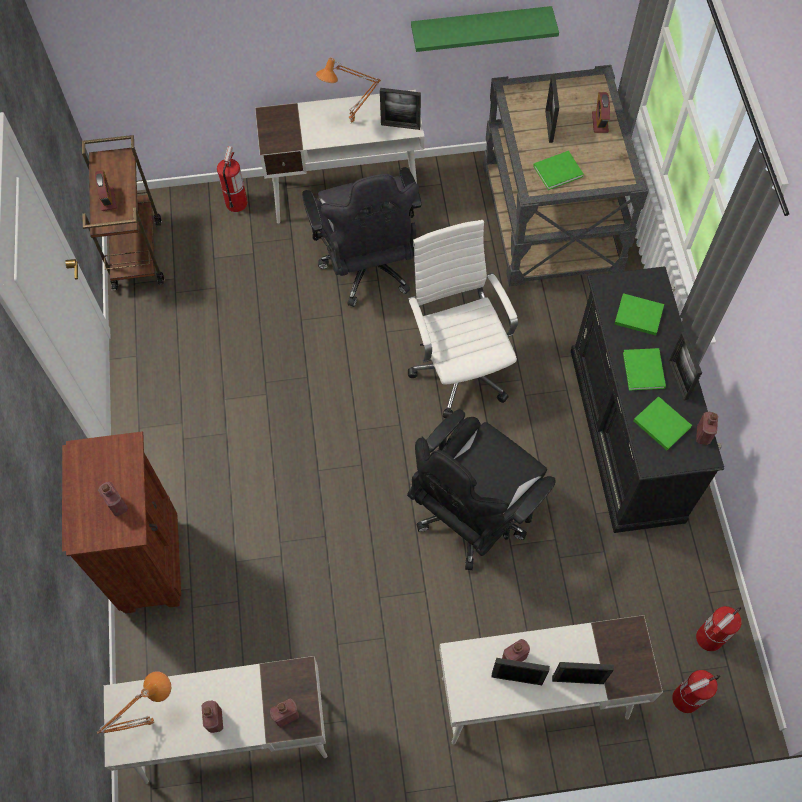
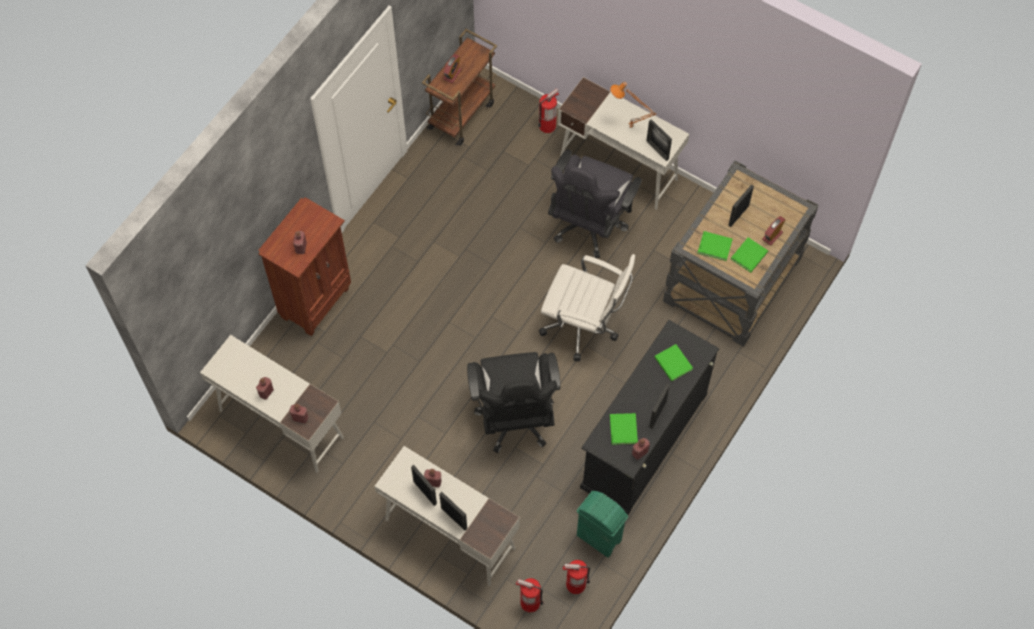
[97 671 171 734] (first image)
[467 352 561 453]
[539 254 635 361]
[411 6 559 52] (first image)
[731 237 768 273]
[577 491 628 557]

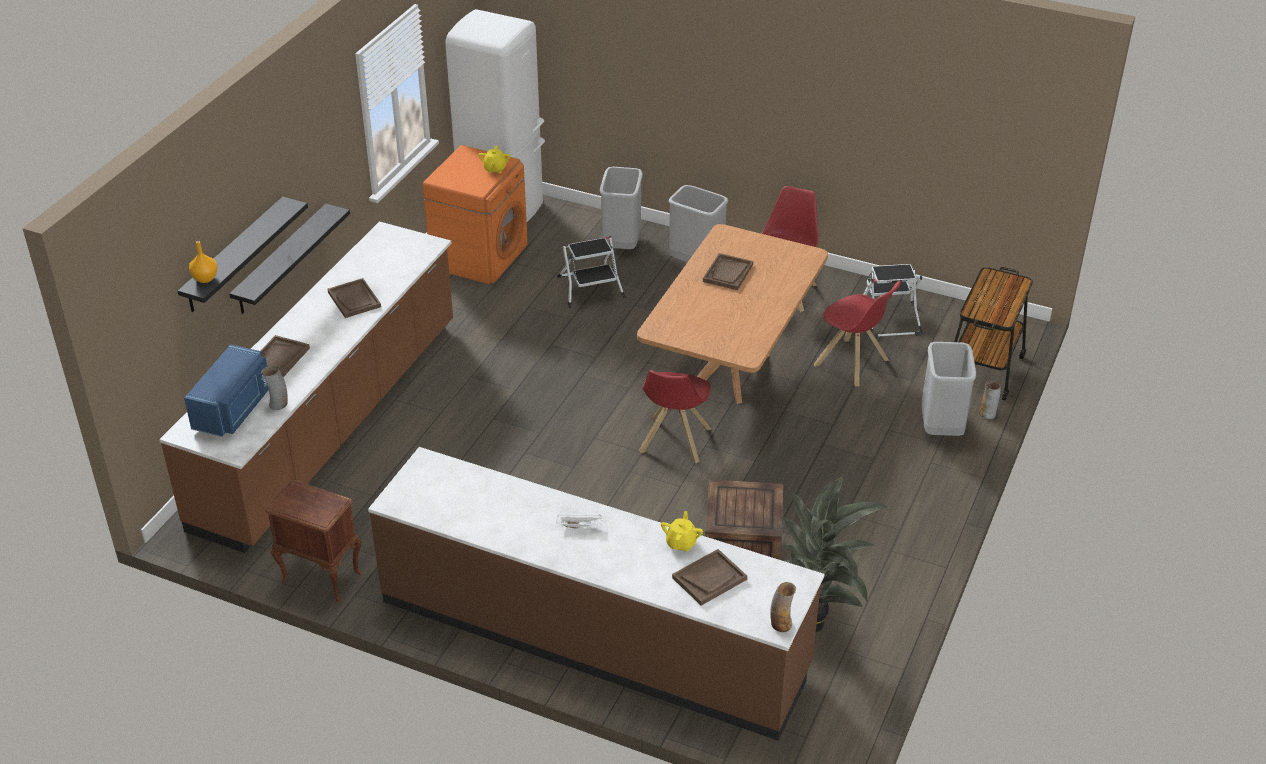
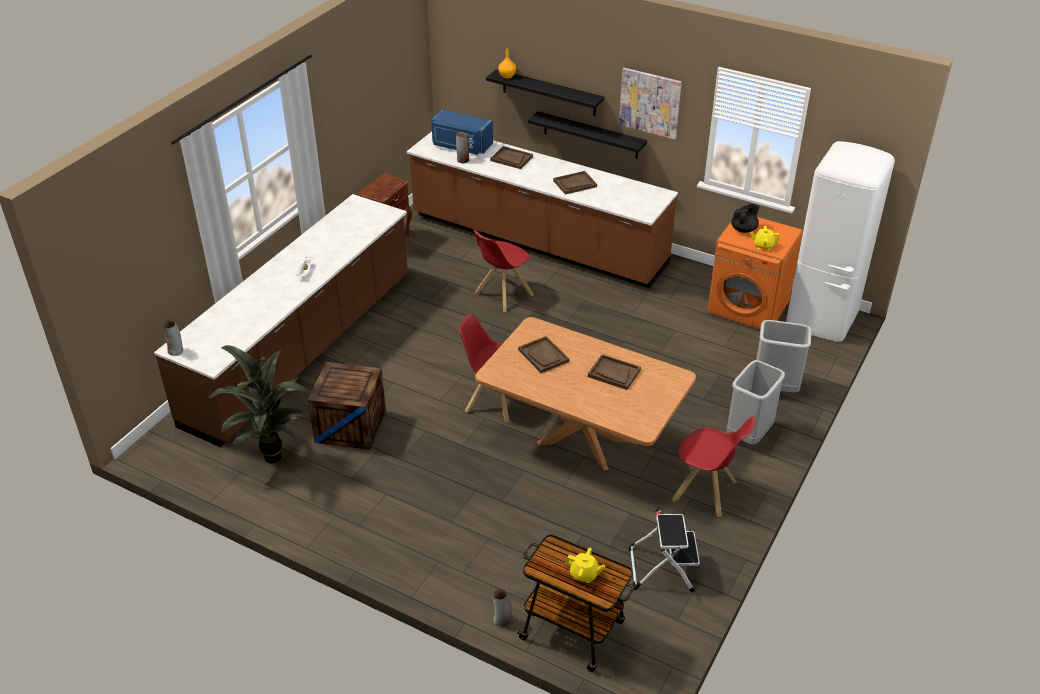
[557 236 625 309] (first image)
[565 548 605 583]
[518 336 569 373]
[474 230 534 312]
[921 342 976 436] (first image)
[619 68 682 139]
[731 204 759 233]

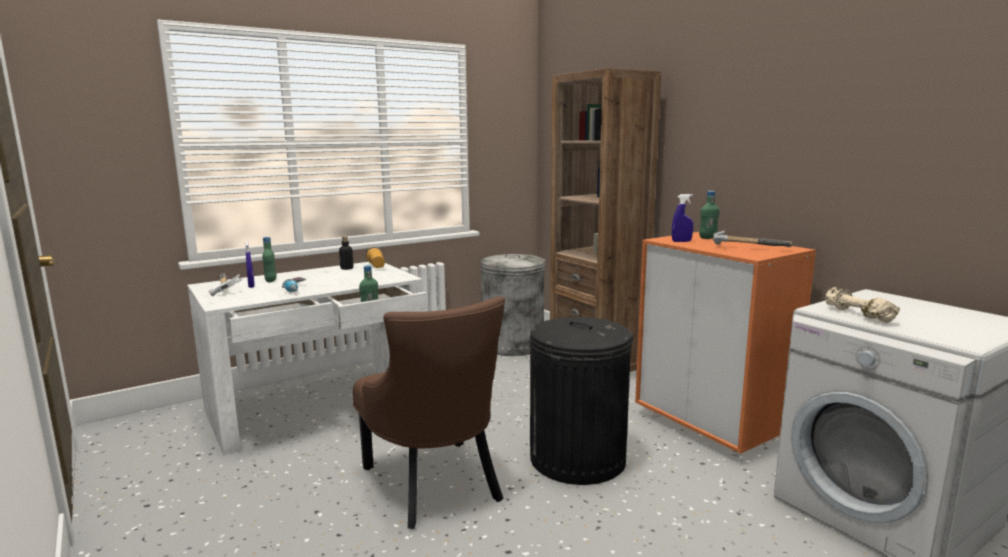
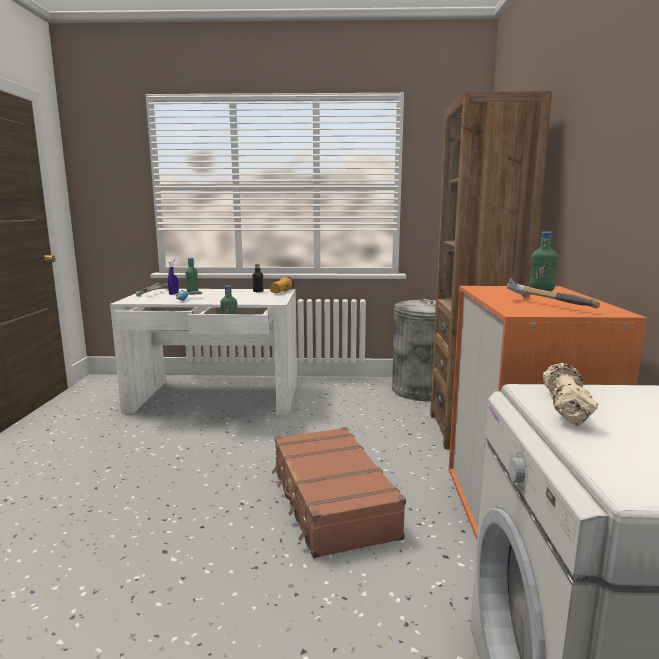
[353 296 505 529] (first image)
[272 427 406 558]
[672 194 693 242] (first image)

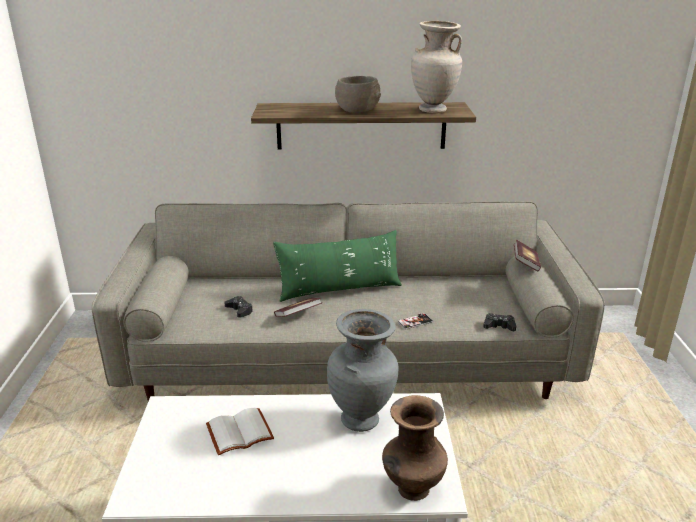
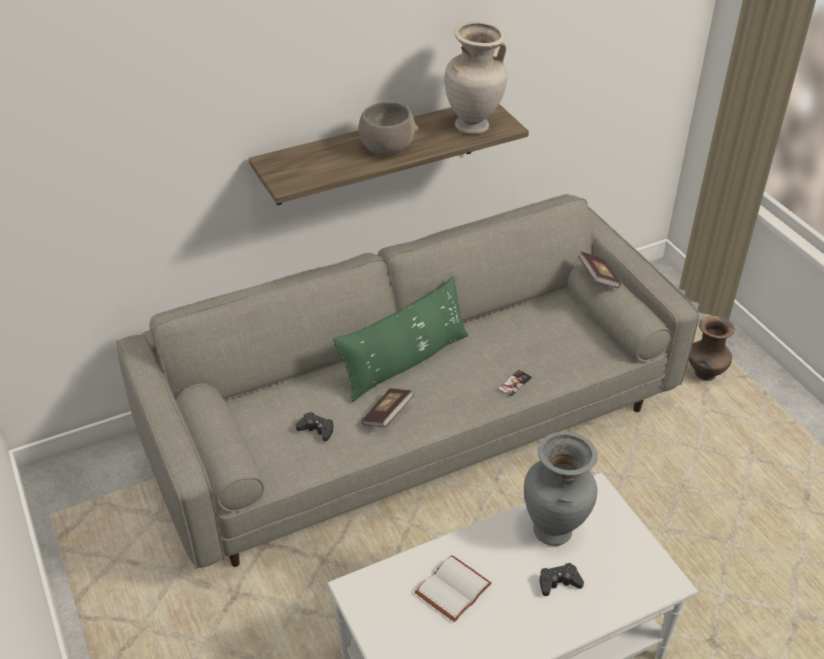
[689 316 735 381]
[540 563 584 596]

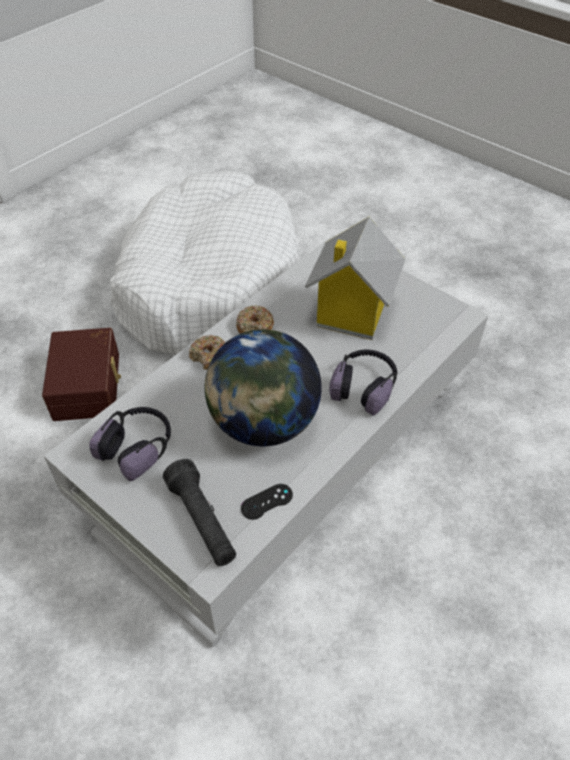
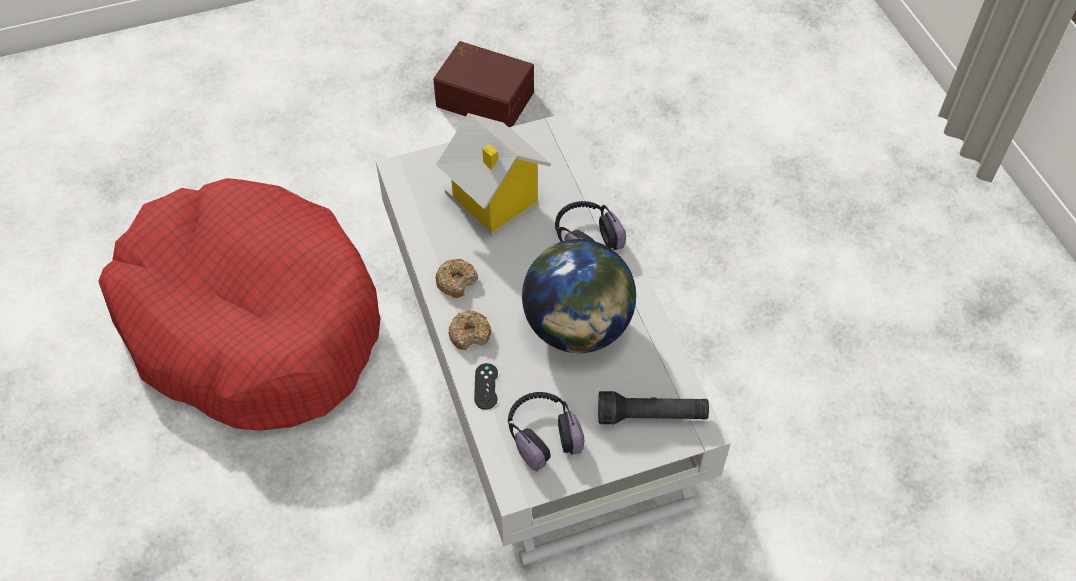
[433 41 534 127]
[98 178 380 430]
[474 363 498 410]

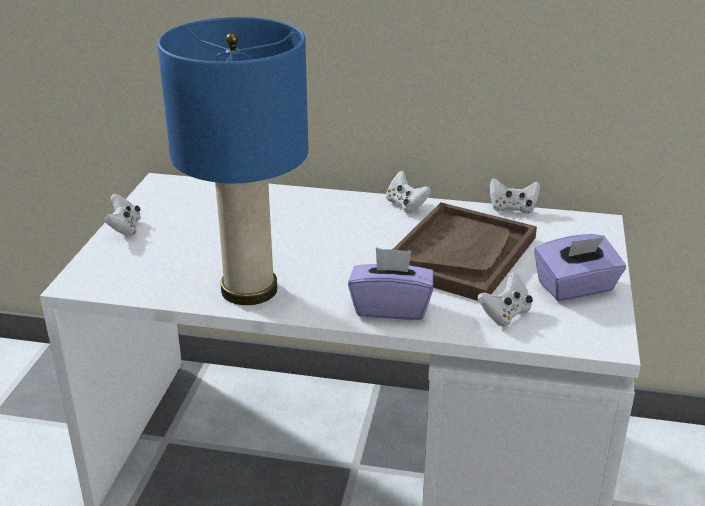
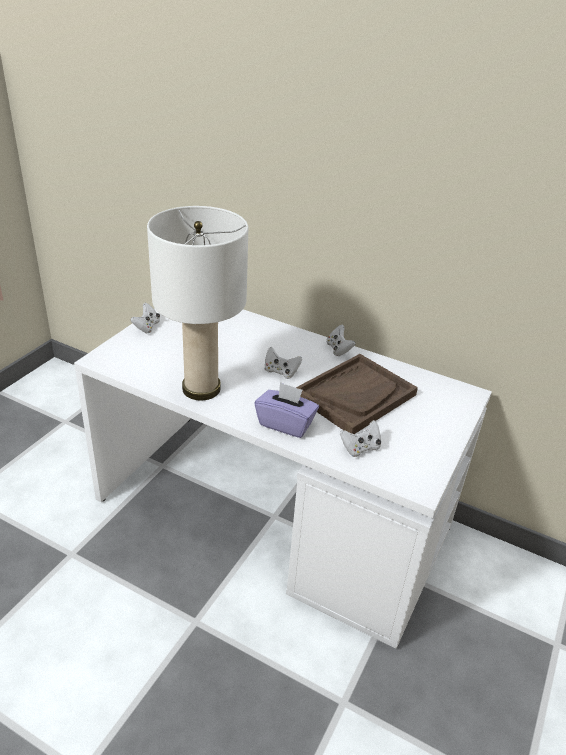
[147 206 248 400]
[264 347 302 379]
[534 234 626 301] (first image)

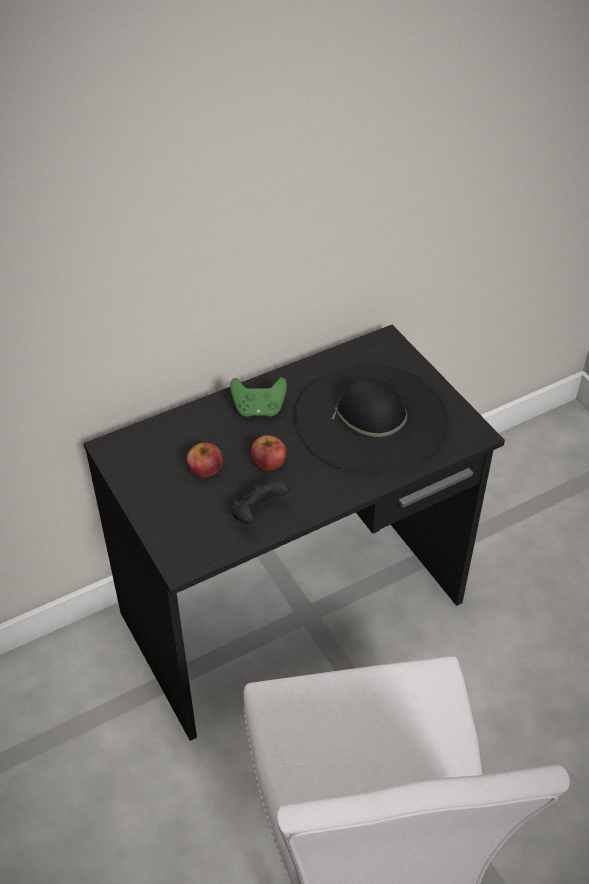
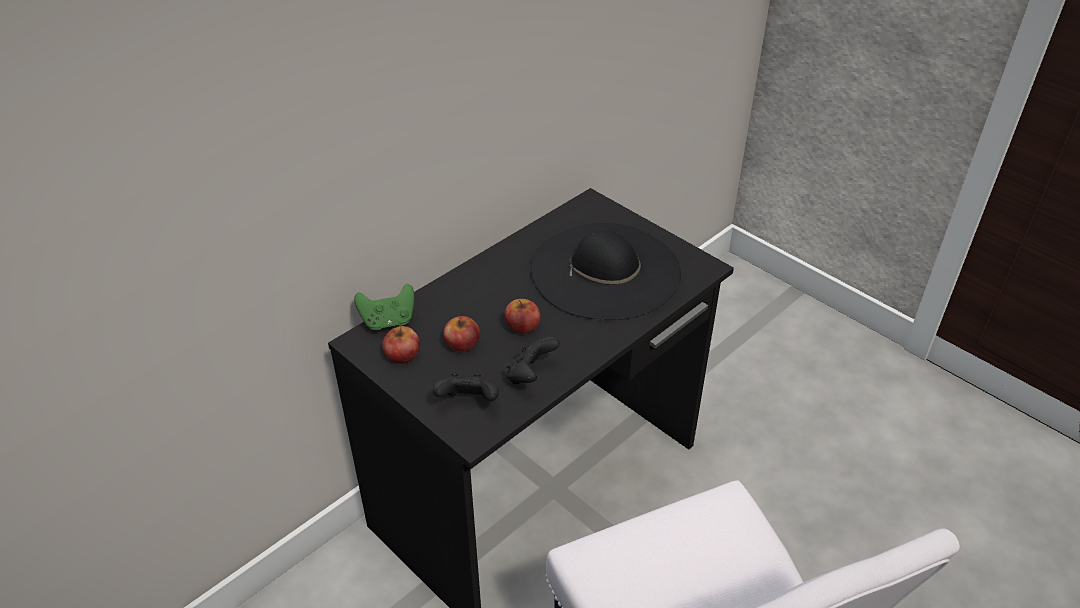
[354 284 414 330]
[382 326 420 363]
[433 373 499 401]

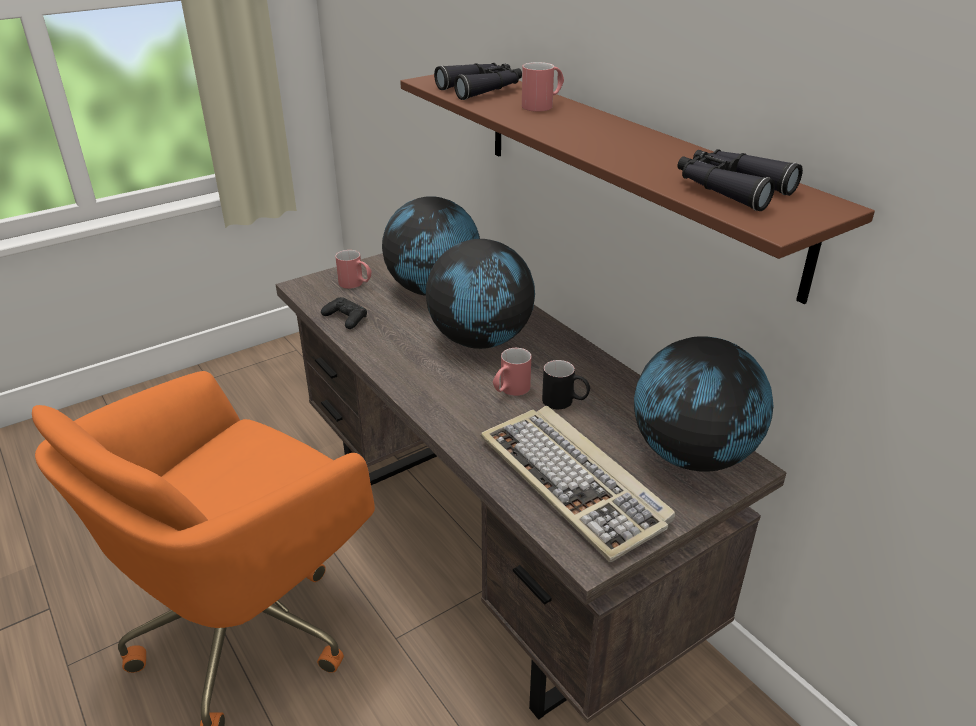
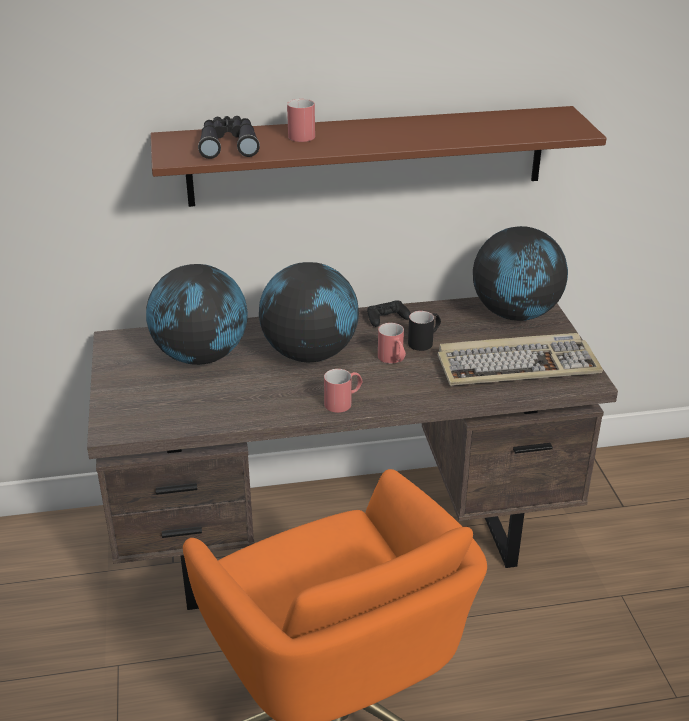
[367 300 411 327]
[324 369 363 413]
[678 149 803 211] (first image)

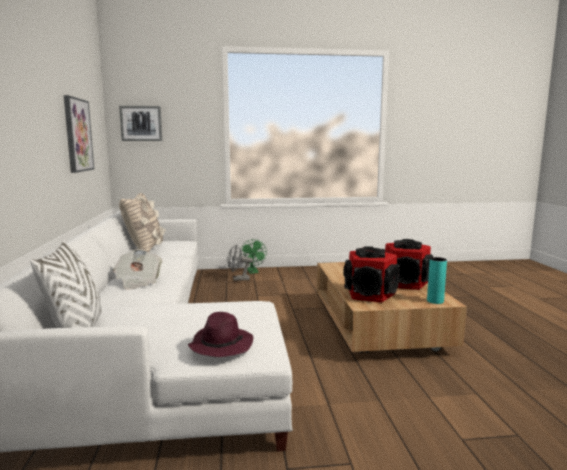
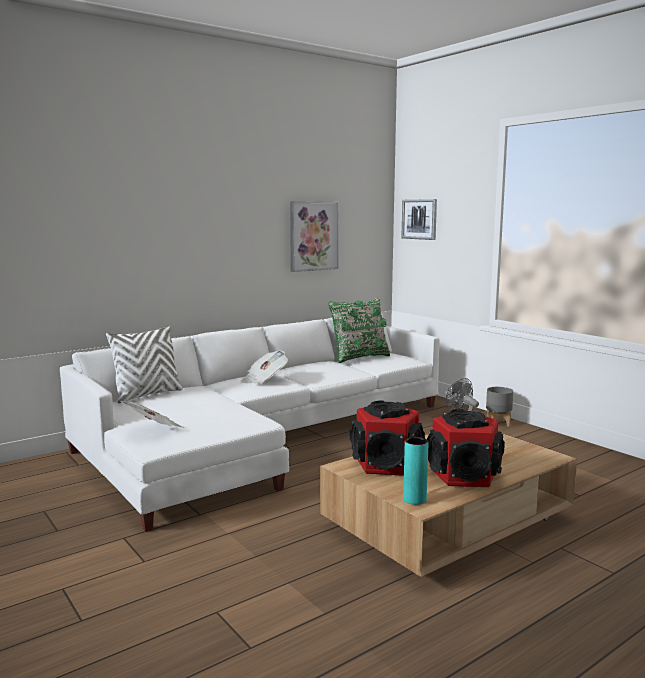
[328 298 390 363]
[119 401 186 428]
[486 387 513 427]

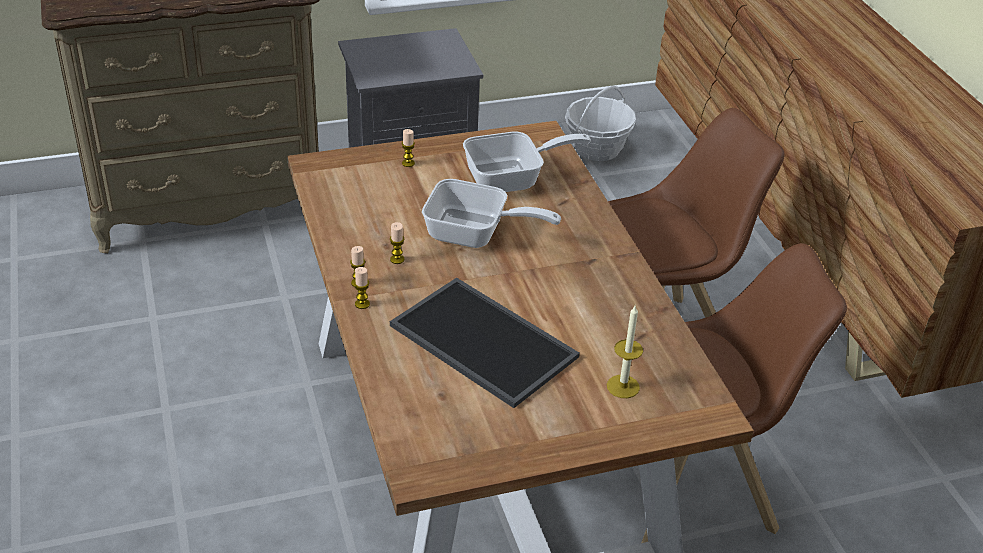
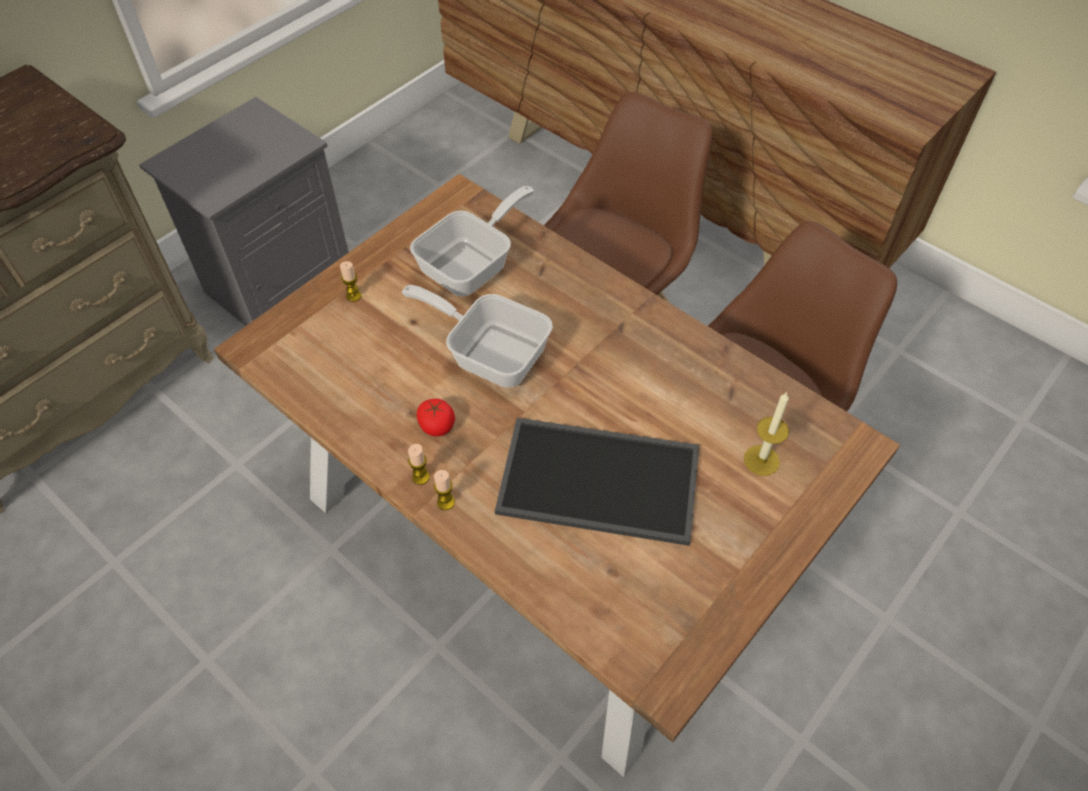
[417 399 455 436]
[402 285 553 388]
[565 86 636 161] (first image)

